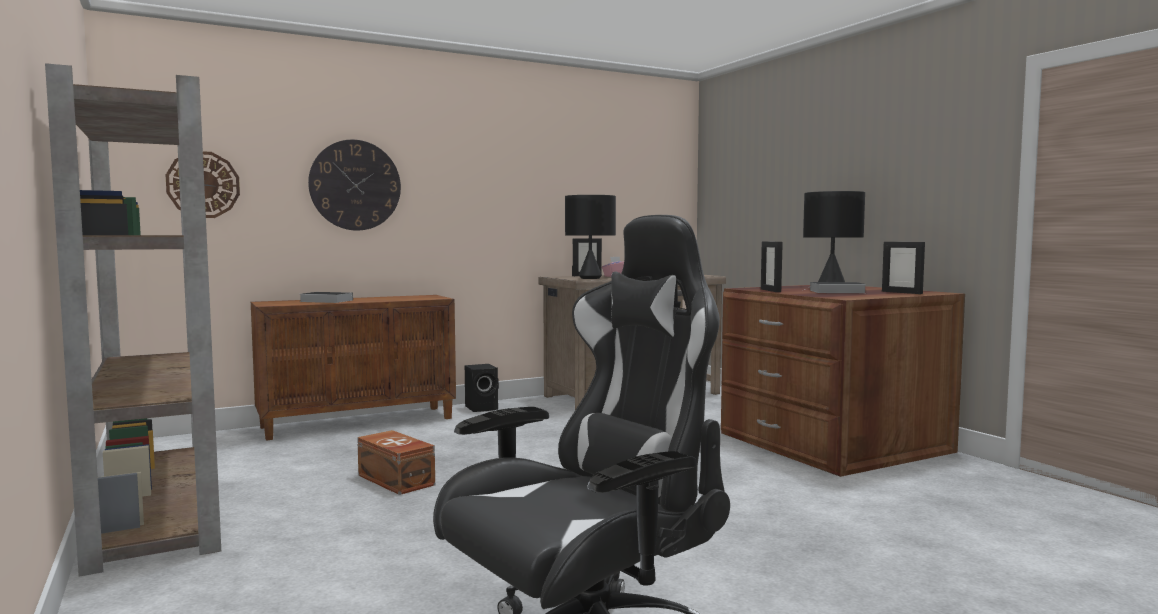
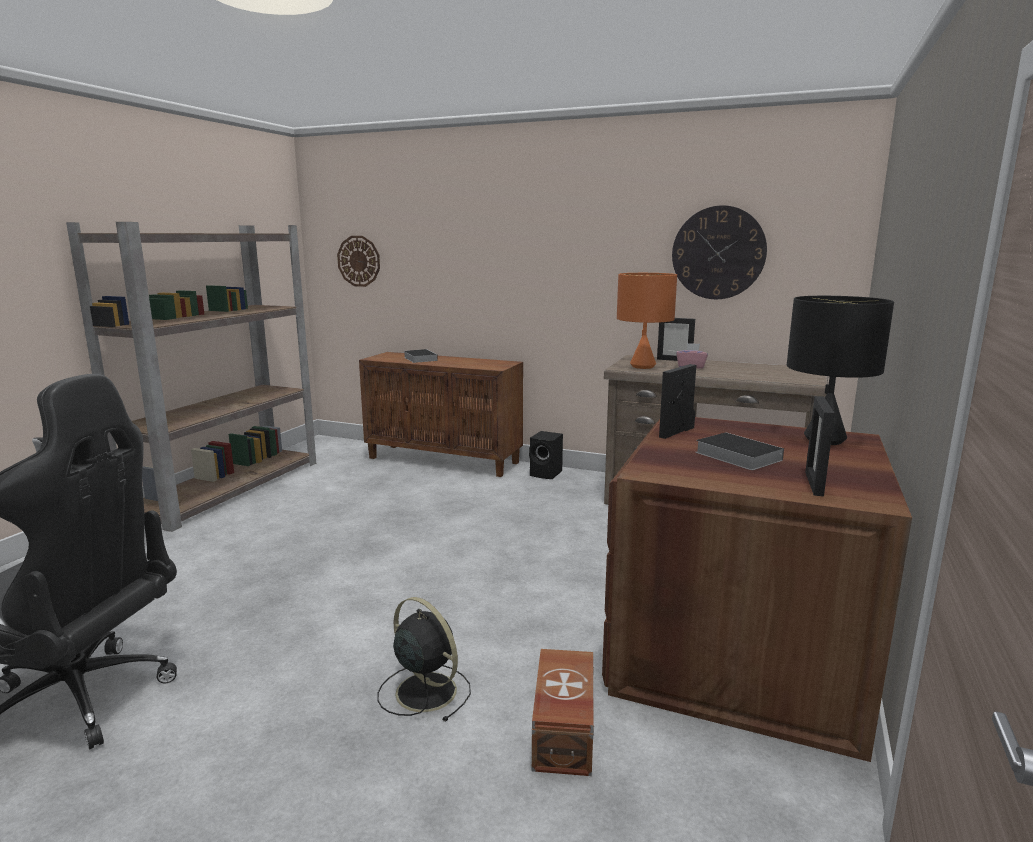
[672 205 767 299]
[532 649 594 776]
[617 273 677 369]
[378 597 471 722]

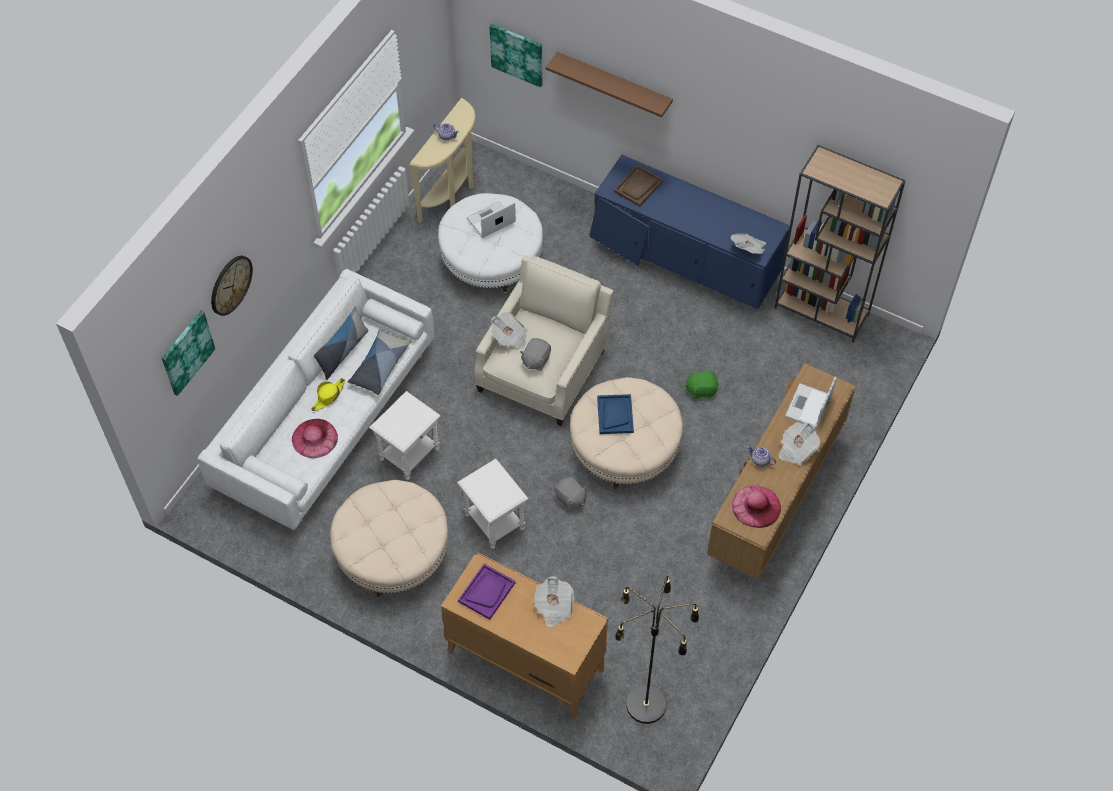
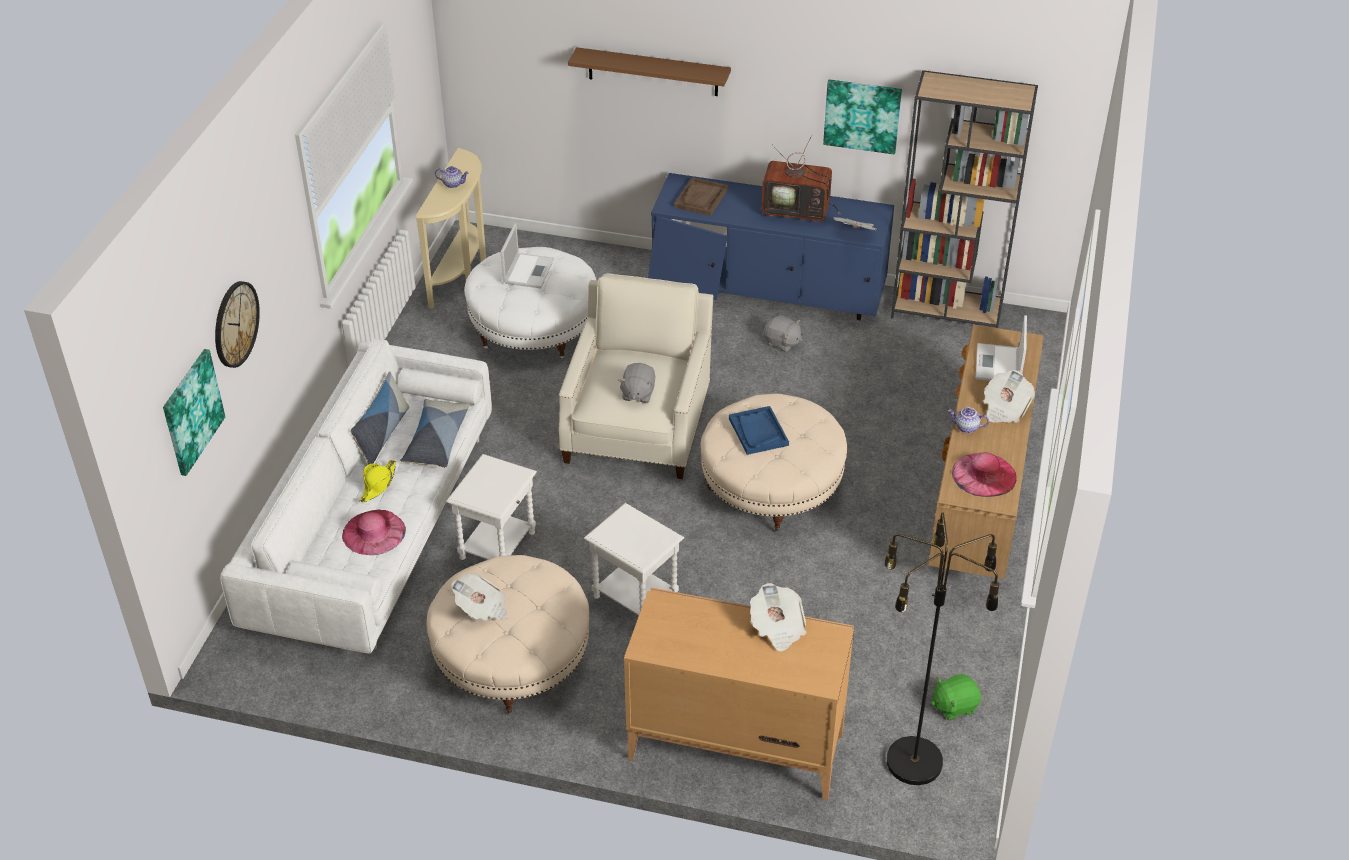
[458 564 516 620] (first image)
[501 223 554 288]
[823 79 902 154]
[451 573 507 621]
[763 315 802 352]
[931 674 981 720]
[761 135 841 222]

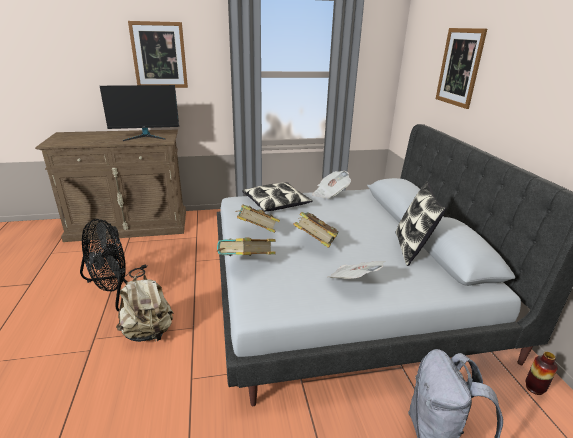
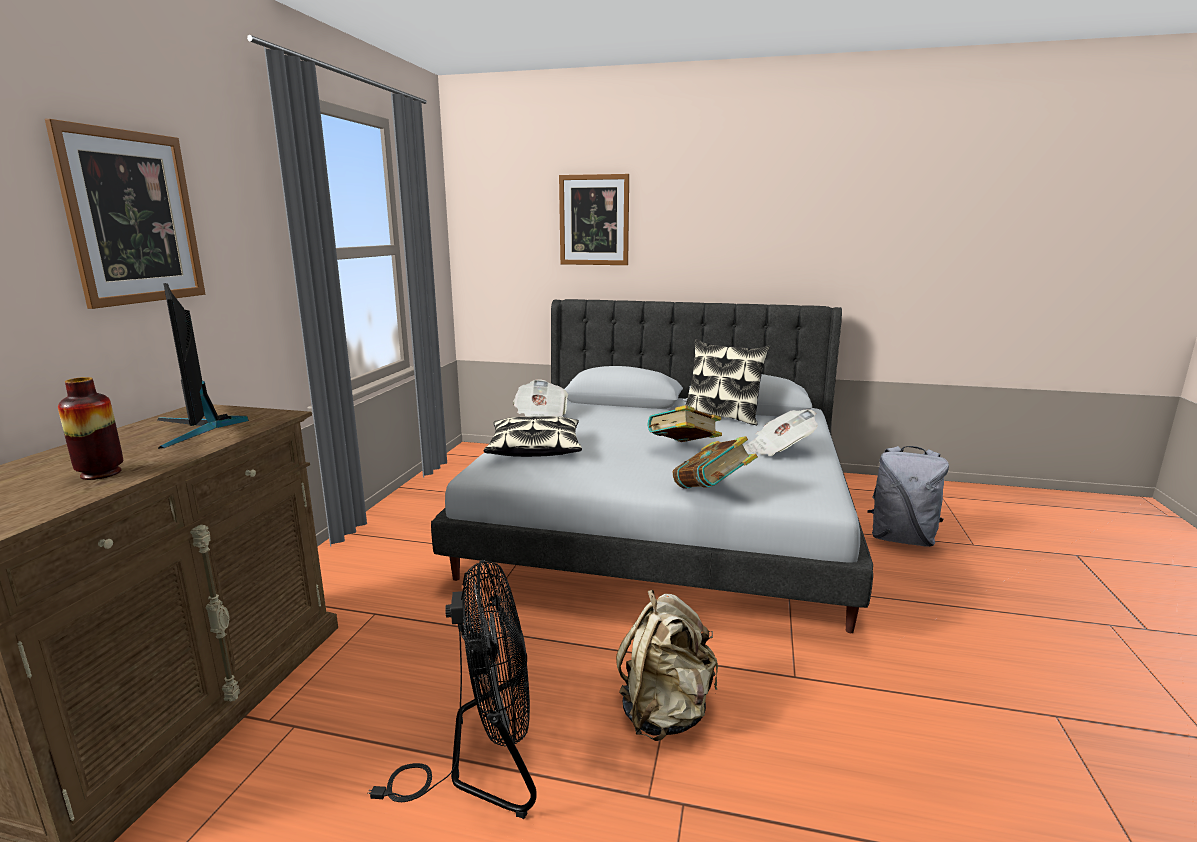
[367 560 537 819]
[157 283 249 449]
[235 205 280 233] (first image)
[58 377 123 480]

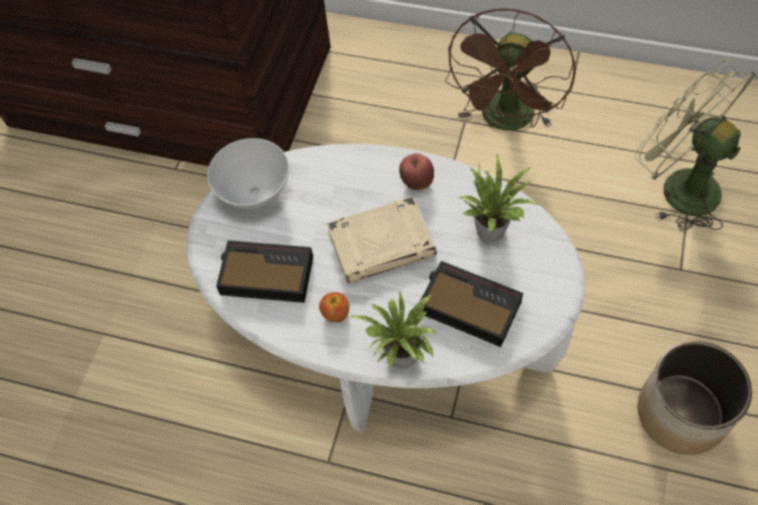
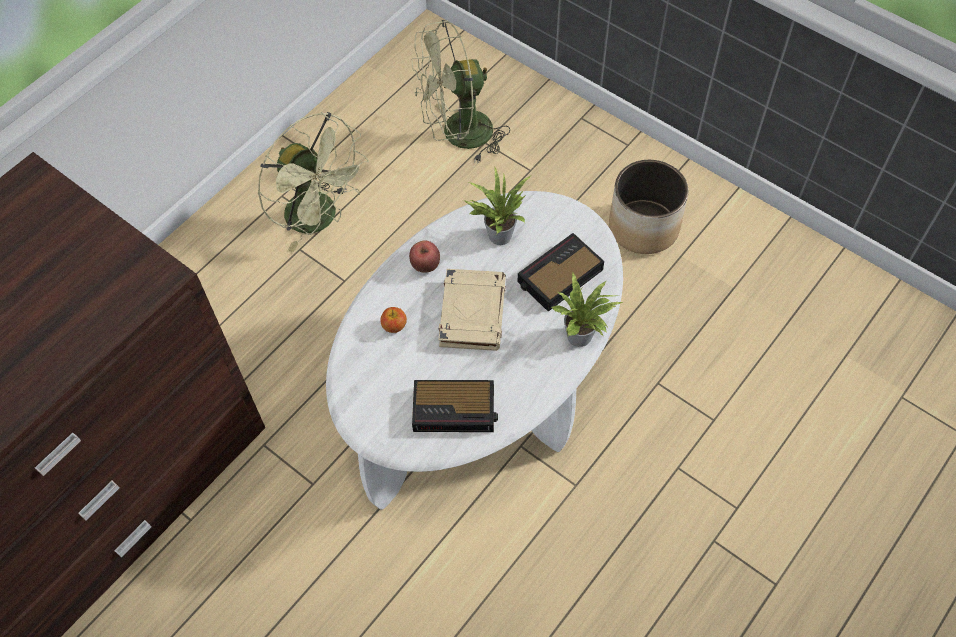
[207 138 289 209] (first image)
[412 380 498 432]
[380 307 407 333]
[257 112 369 252]

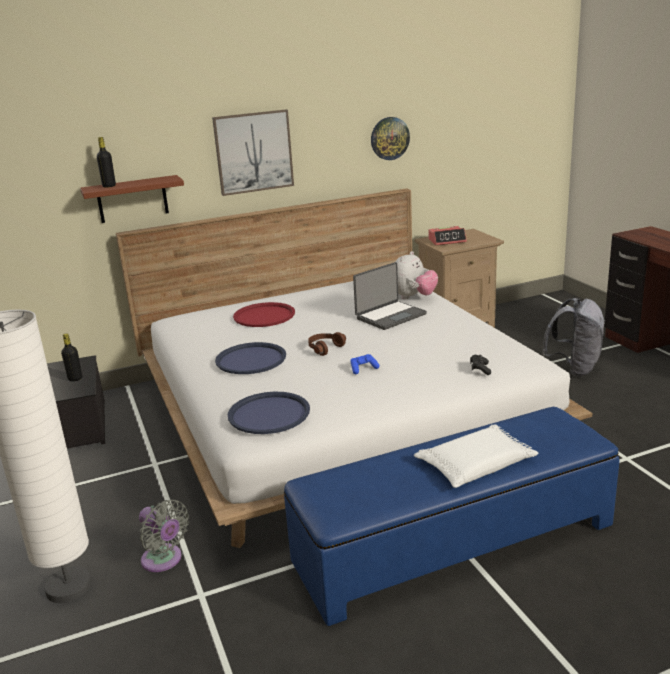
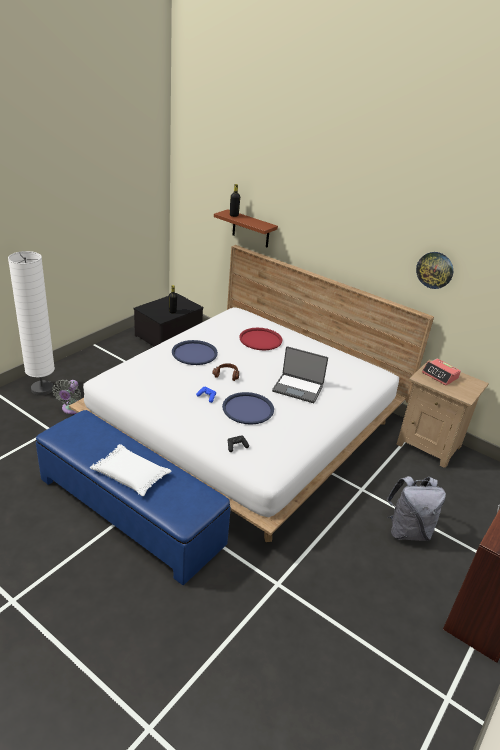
[212 109 294 196] (first image)
[222 392 274 425]
[395 251 438 299] (first image)

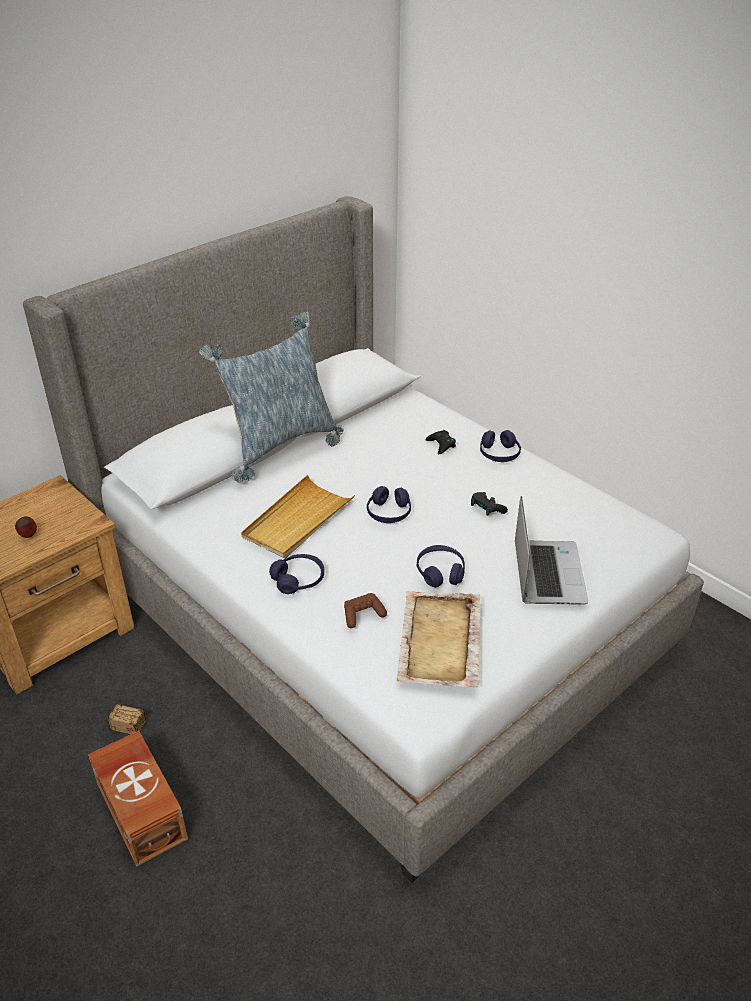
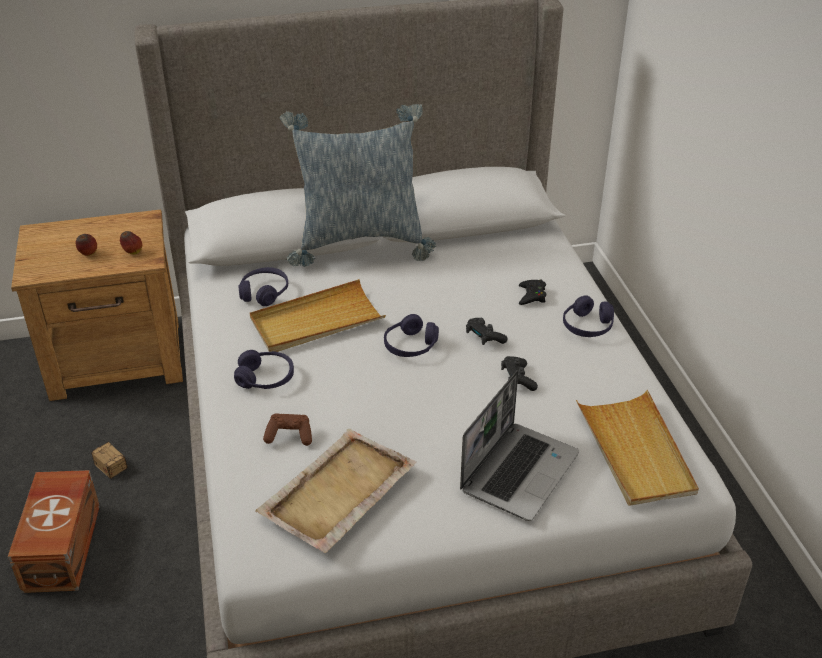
[239 267 288 306]
[120 231 142 255]
[466 318 508 345]
[576 390 699 506]

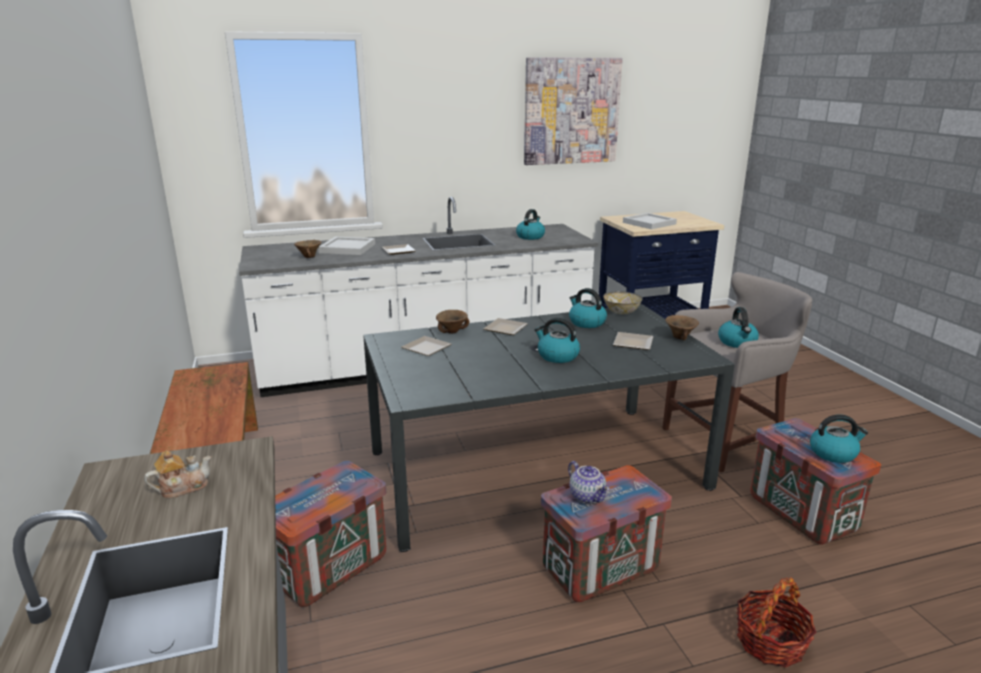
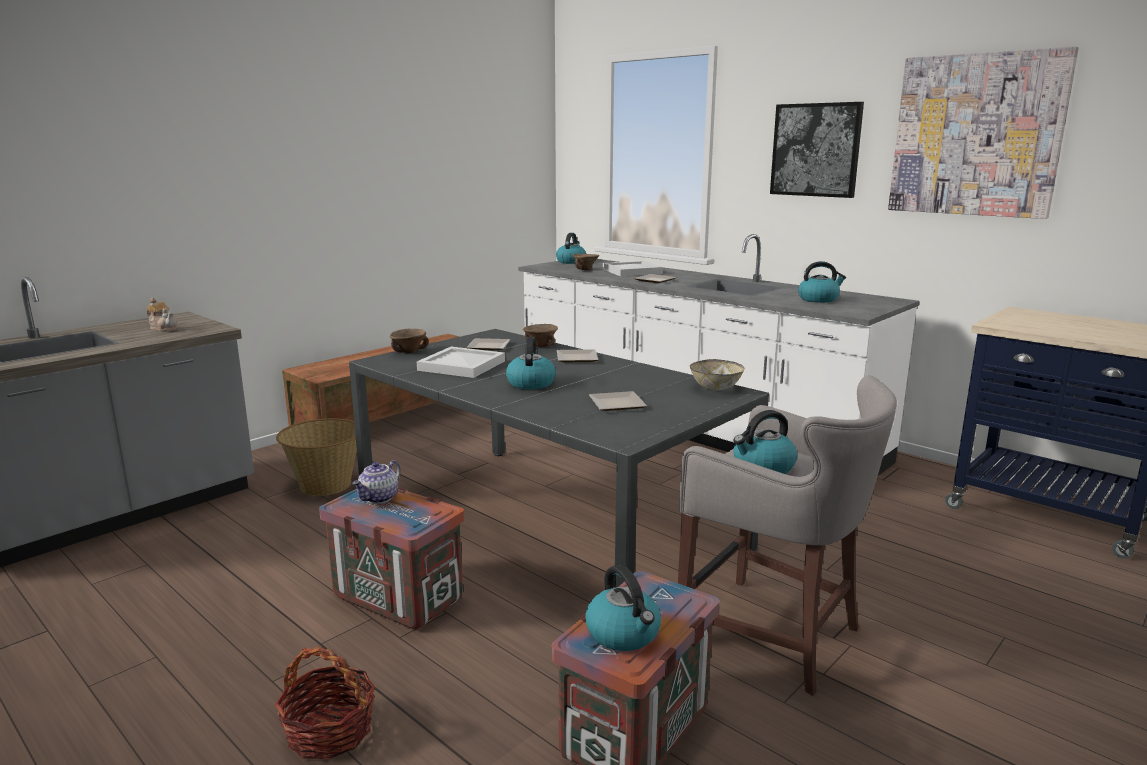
[276 418 357 496]
[556 233 586 264]
[417 347 505 378]
[390 329 429 353]
[770 102 864 198]

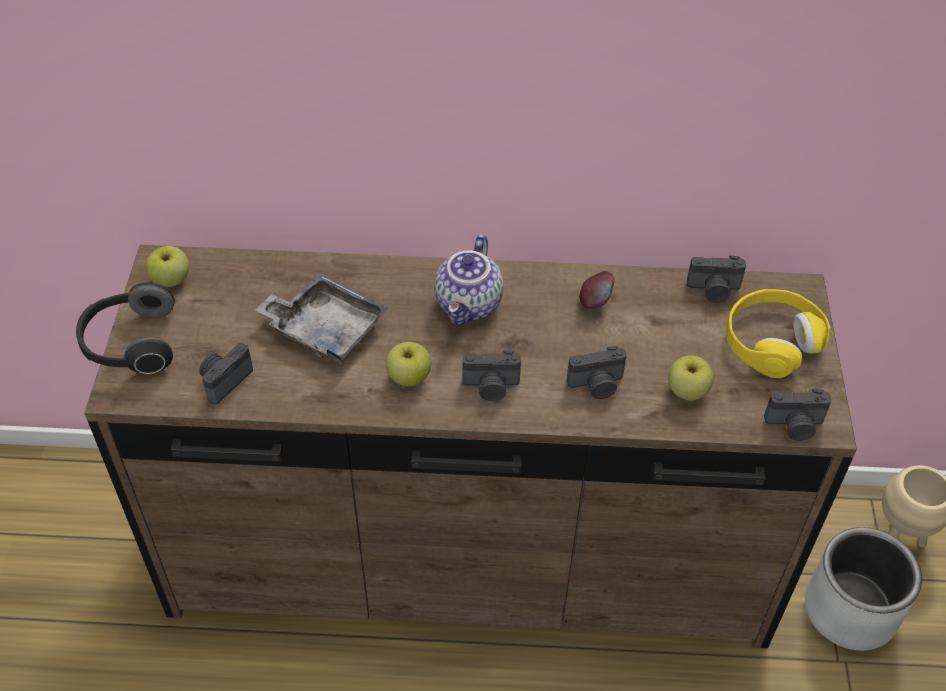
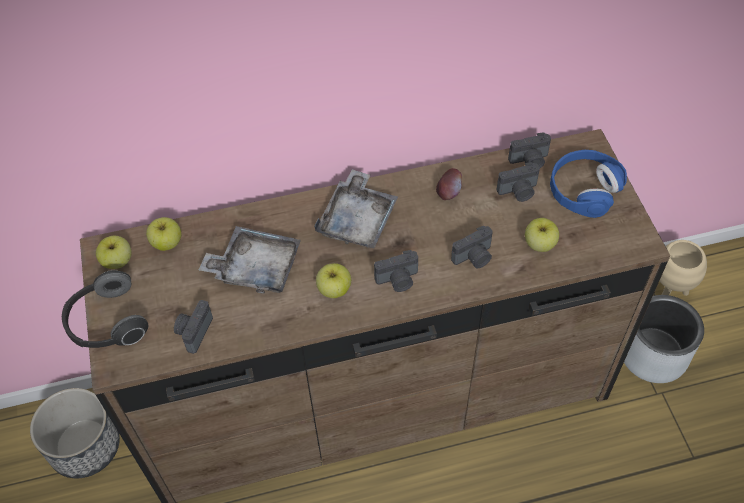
[314 169 398 248]
[550 150 627 218]
[497 162 540 202]
[30 388 120 478]
[146 217 181 251]

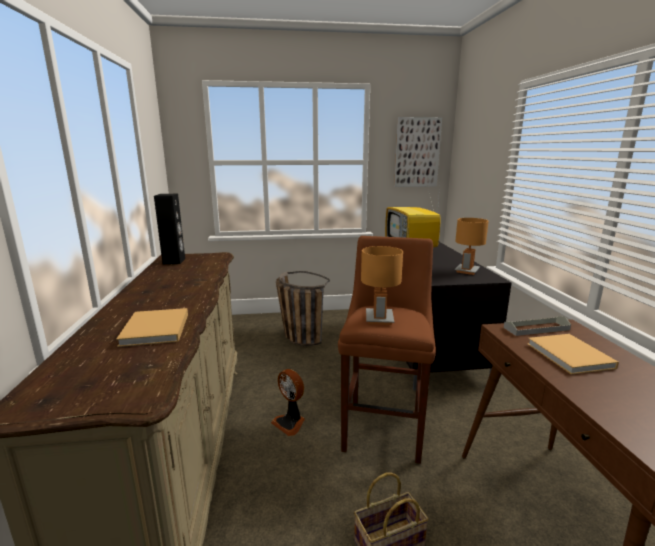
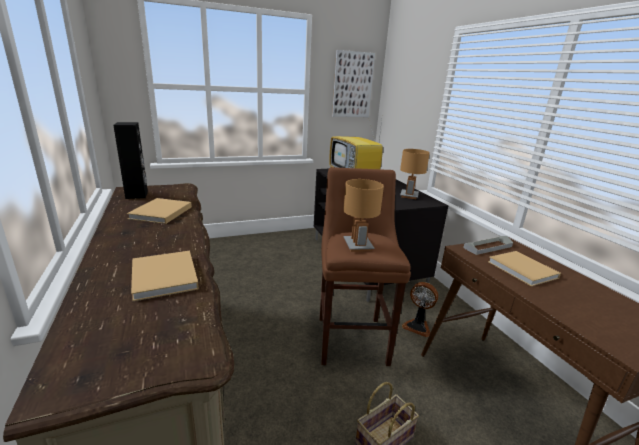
[402 282 438 337]
[276 271 330 346] (first image)
[127 198 192 224]

